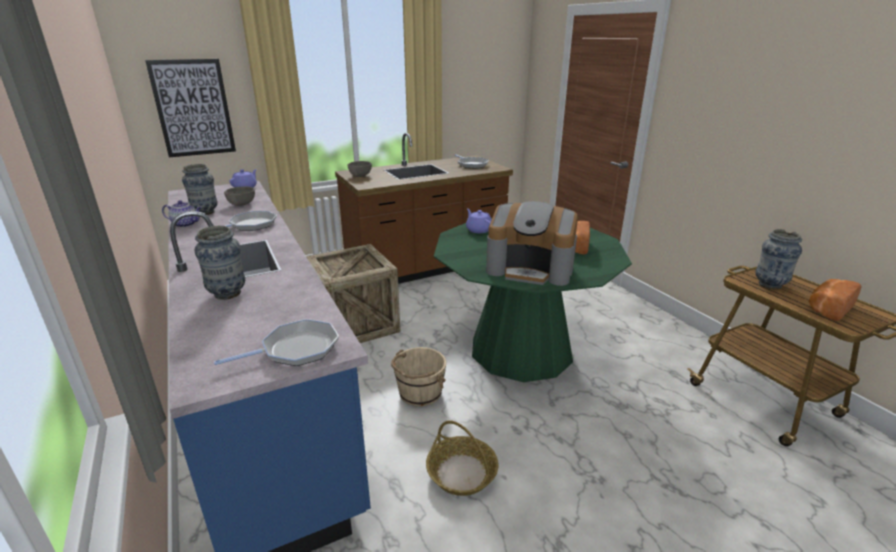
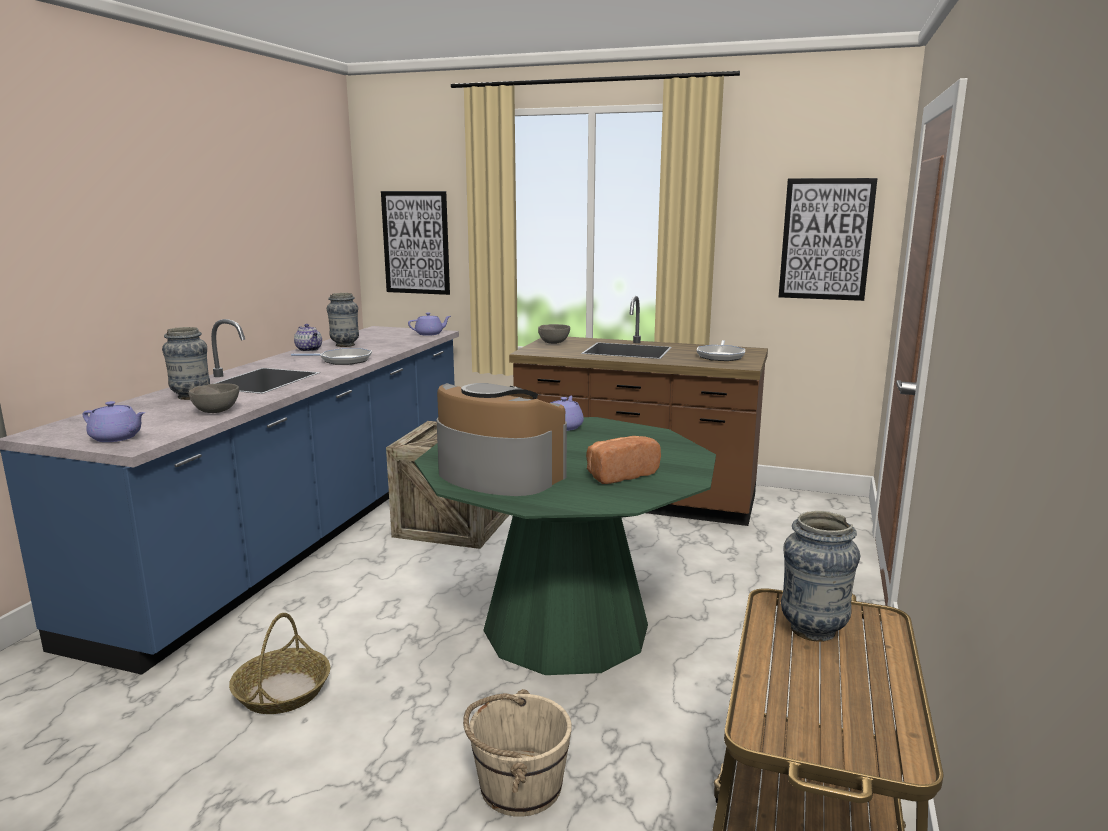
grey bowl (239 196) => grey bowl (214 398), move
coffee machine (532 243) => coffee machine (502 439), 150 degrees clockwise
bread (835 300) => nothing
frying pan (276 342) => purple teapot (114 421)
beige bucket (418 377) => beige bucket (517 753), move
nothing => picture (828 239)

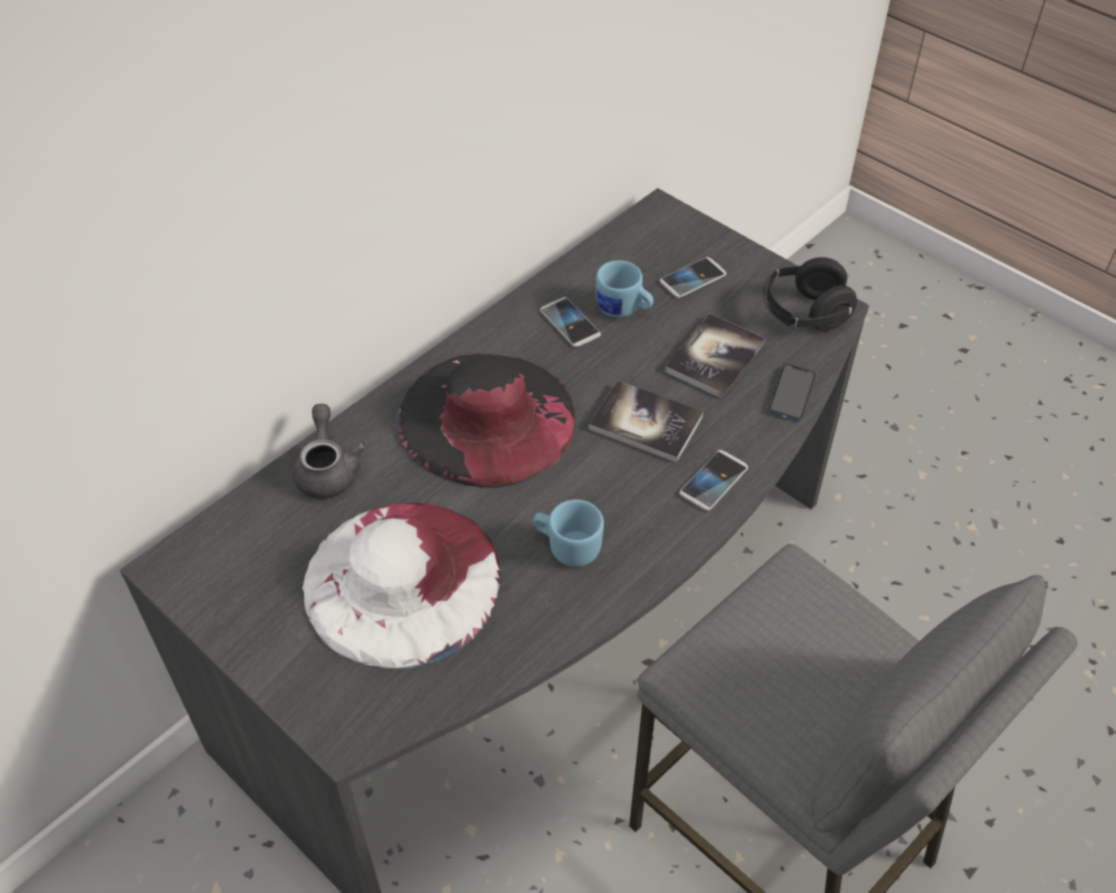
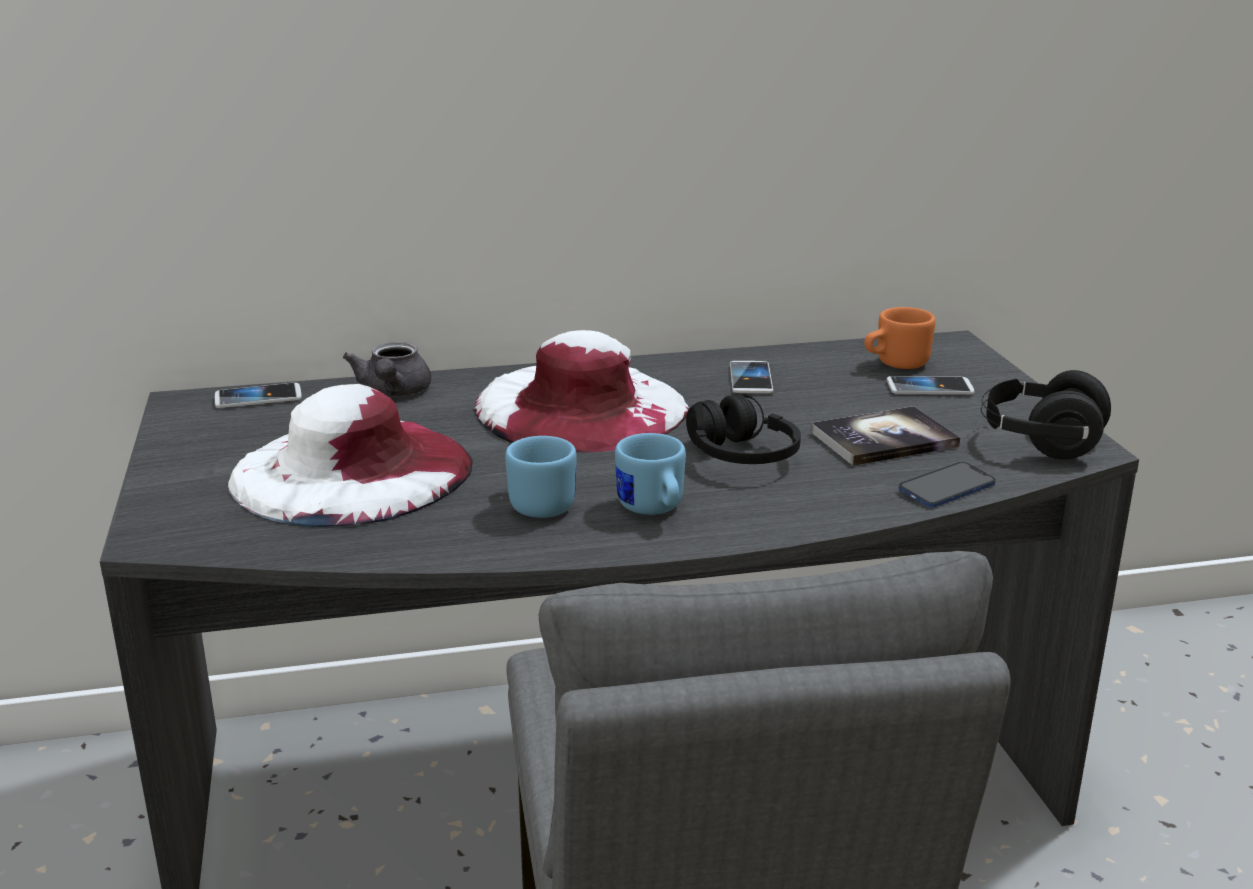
blue mug (624 289) => blue mug (650 474), move
black hat (486 421) => white hat (581 391)
book (646 421) => black headphones (743 429)
grey teapot (330 451) => grey teapot (387 369), 150 degrees clockwise
phone (713 480) => phone (258 395), move
nothing => orange mug (899 338)

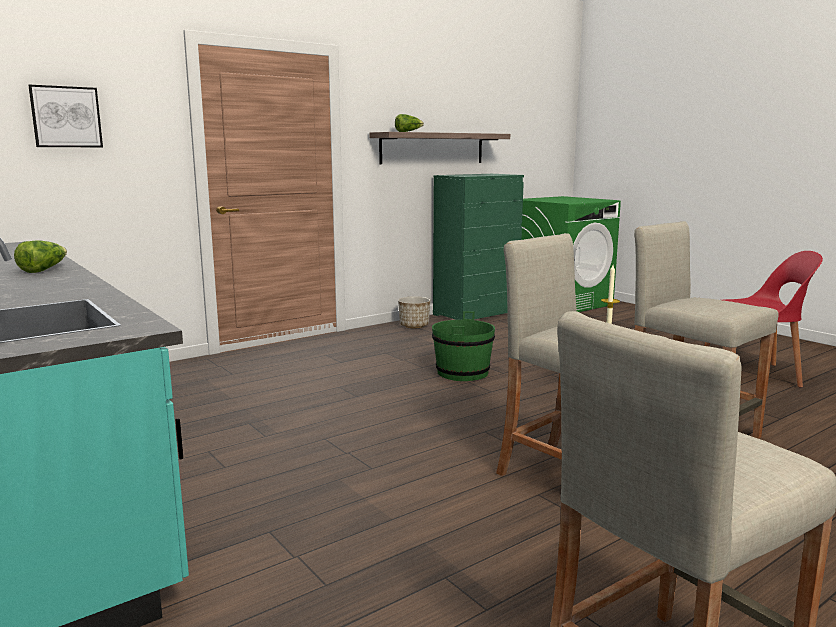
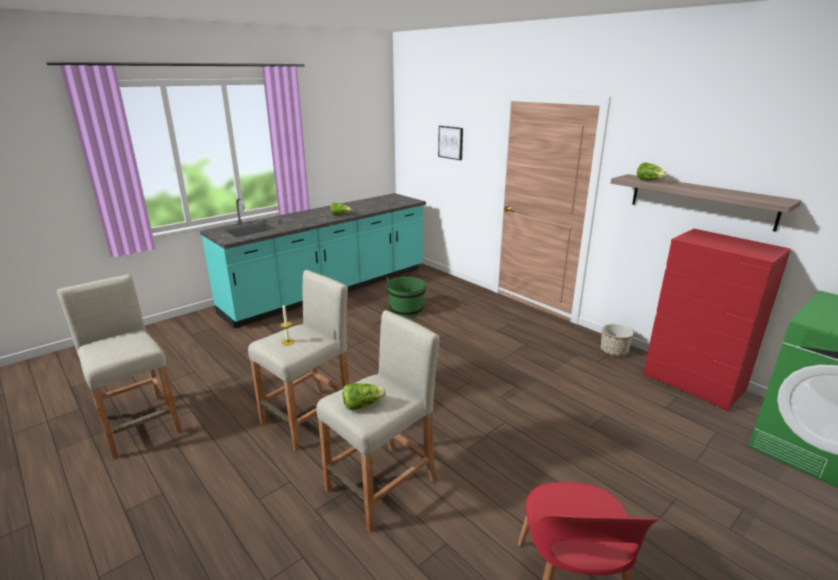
green dresser (478 247) => red dresser (717 320)
green bucket (463 346) => green bucket (406 297), move
nothing => lettuce (365 396)

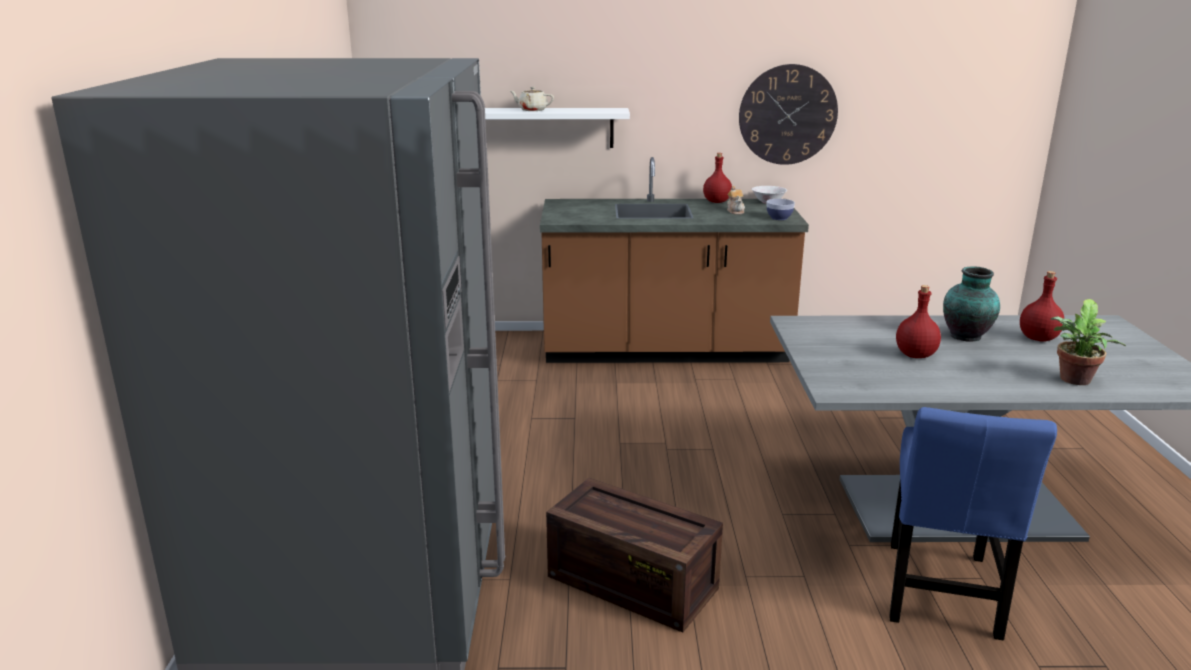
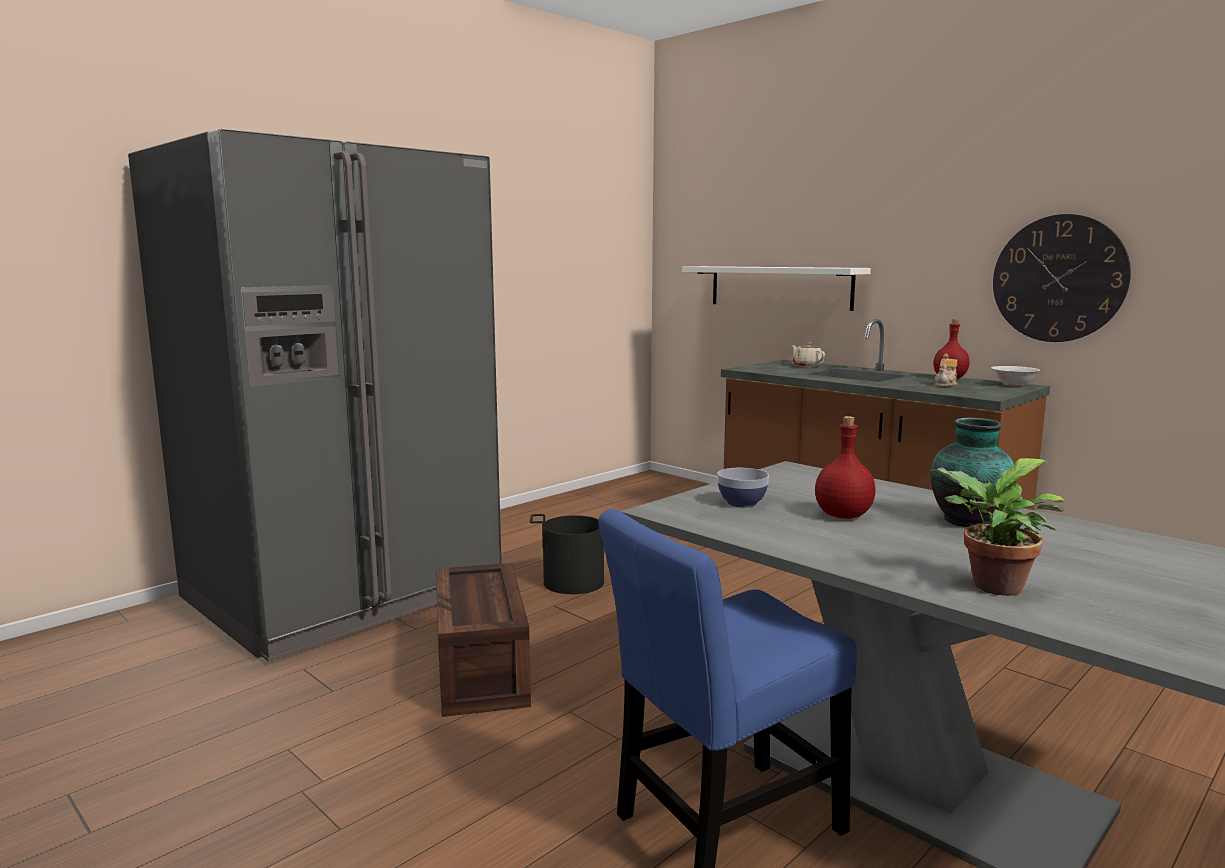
beige teapot (532 99) => beige teapot (808 354), move
bowl (780 209) => bowl (743 487), move
red bottle (1042 306) => nothing
nothing => black bucket (567 554)

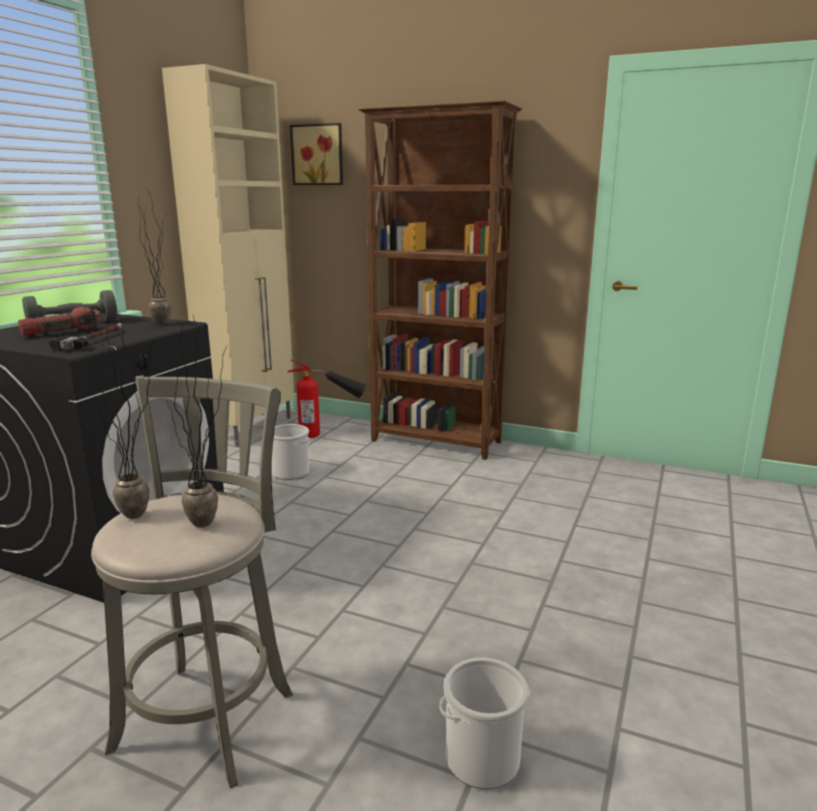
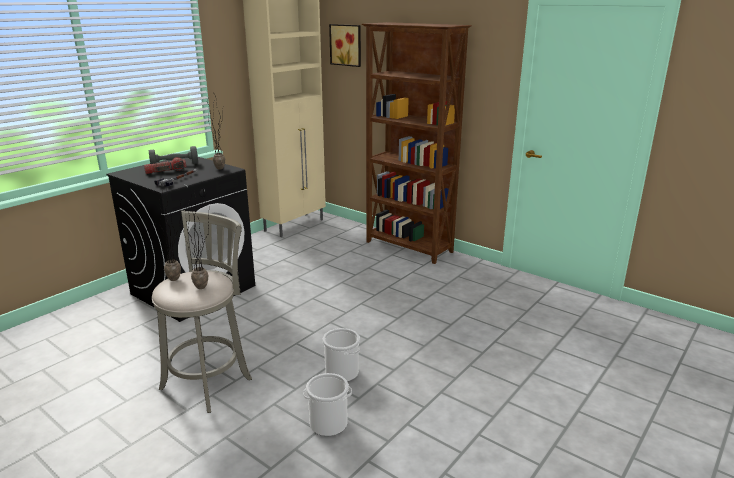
fire extinguisher (327 399) => nothing
bucket (291 452) => bucket (341 355), move

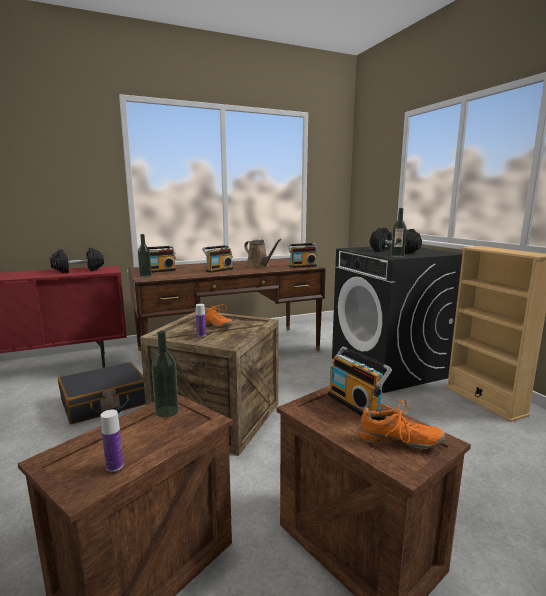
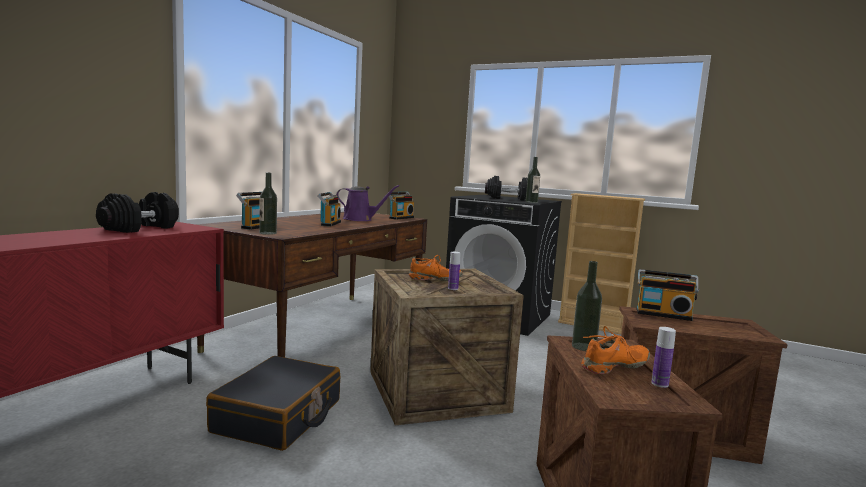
brown watering can (263 254) => purple watering can (367 203)
orange shoe (402 424) => orange shoe (615 350), move

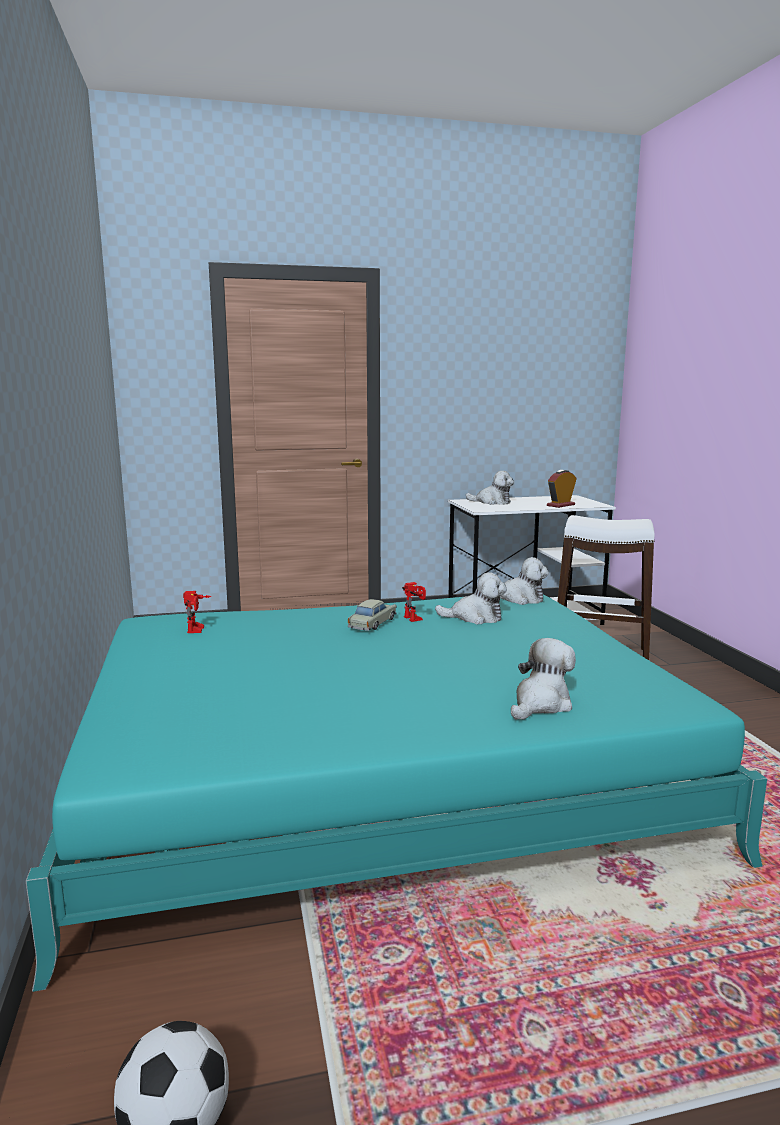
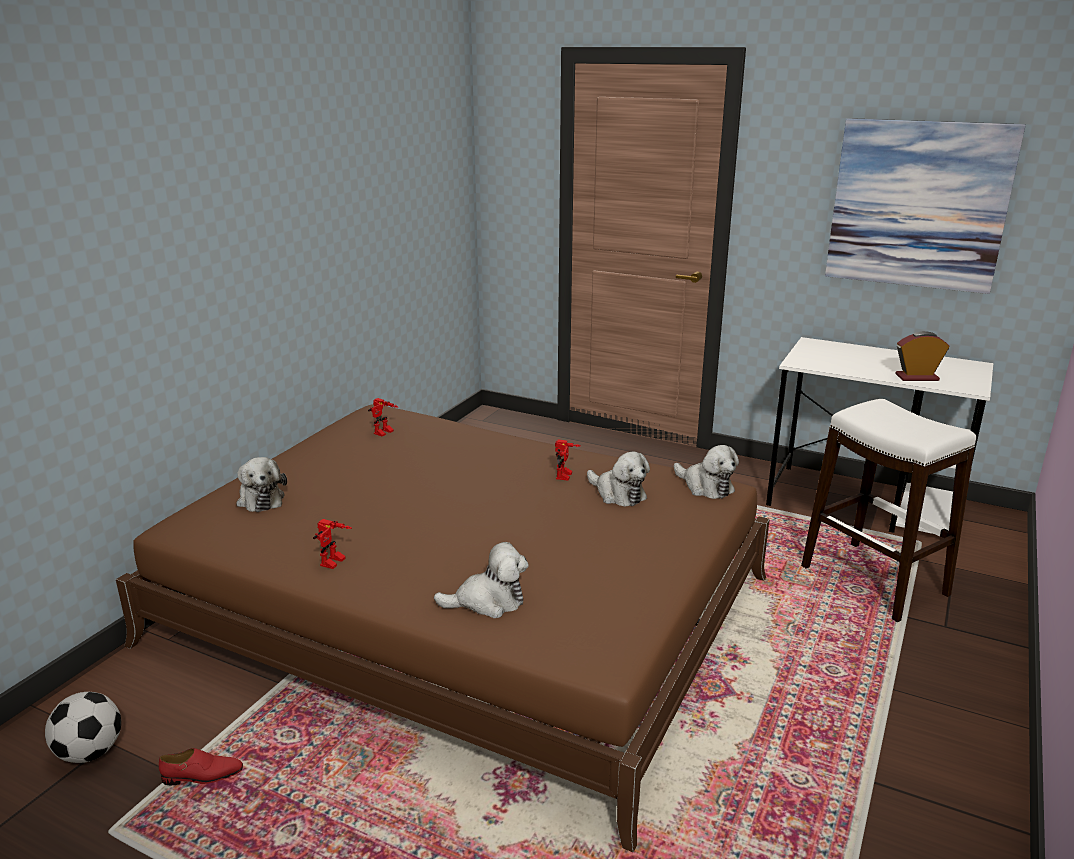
plush toy (490 488) => plush toy (261 484), move
turquoise bed (396 793) => brown bed (443 628)
beige toy car (372 615) => nothing
nothing => picture (925 206)
nothing => toy robot (332 544)
nothing => red shoe (201 766)

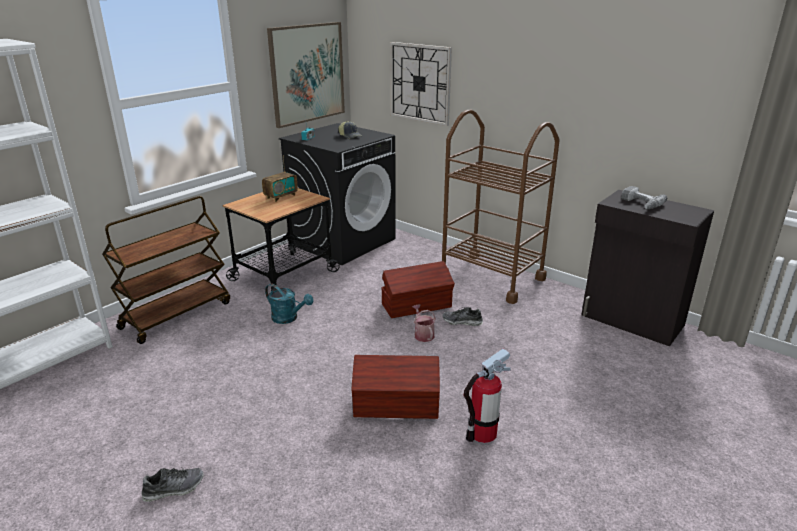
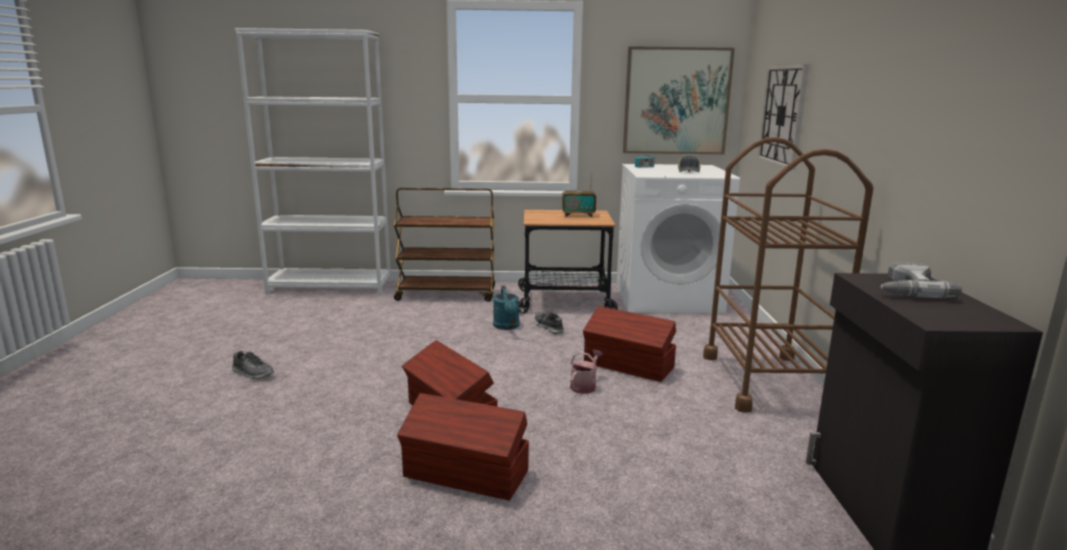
black washing machine (337 194) => white washing machine (678 239)
shoe (462 316) => shoe (549 323), move
fire extinguisher (487 395) => brown storage box (463 446)

